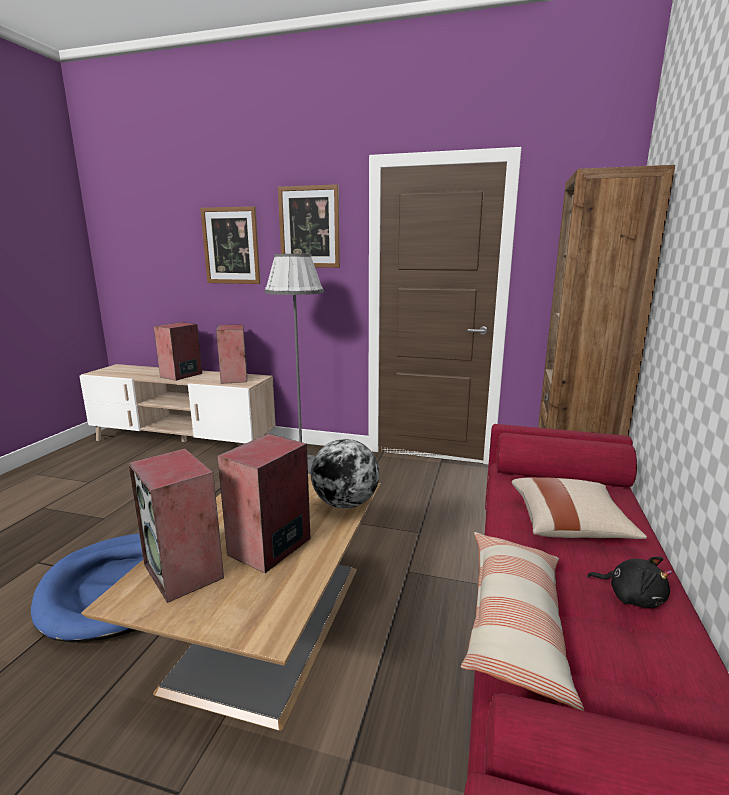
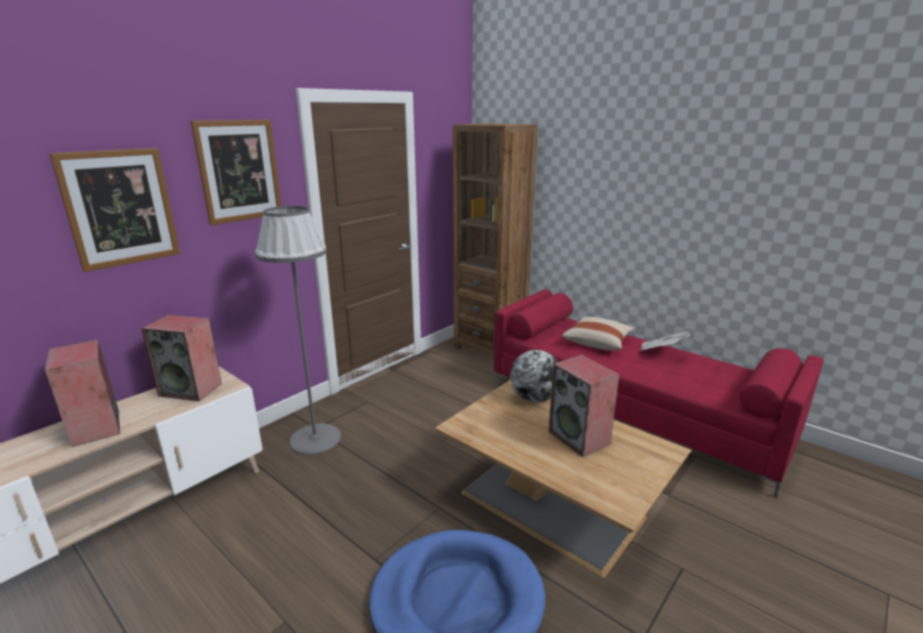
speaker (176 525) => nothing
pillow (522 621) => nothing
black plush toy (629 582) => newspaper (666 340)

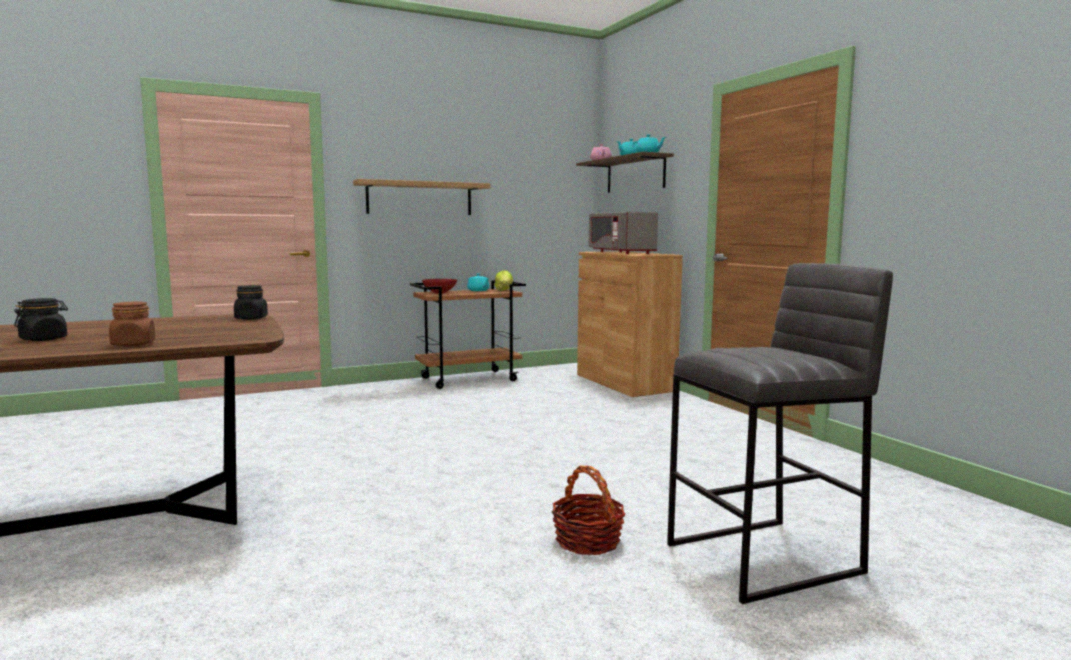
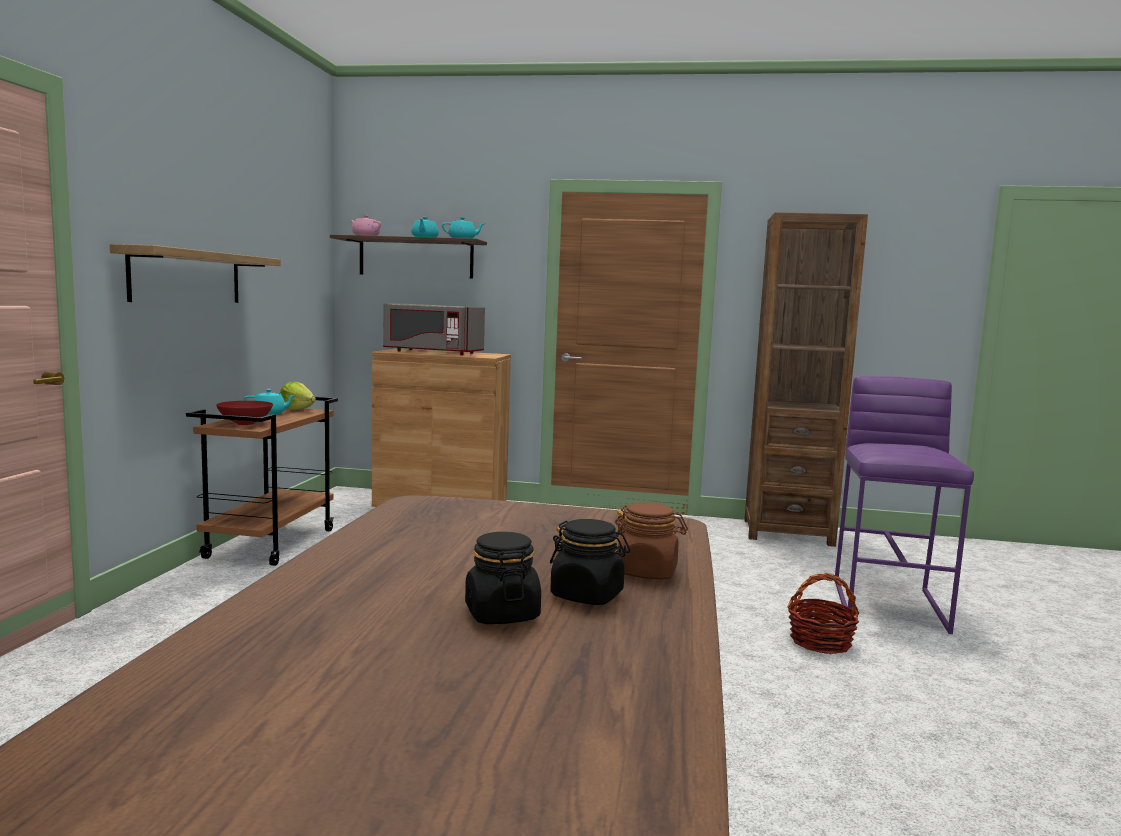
grey stool (780 433) => purple stool (904 505)
black jar (251 302) => black jar (590 562), move
nothing => brown bookcase (806 379)

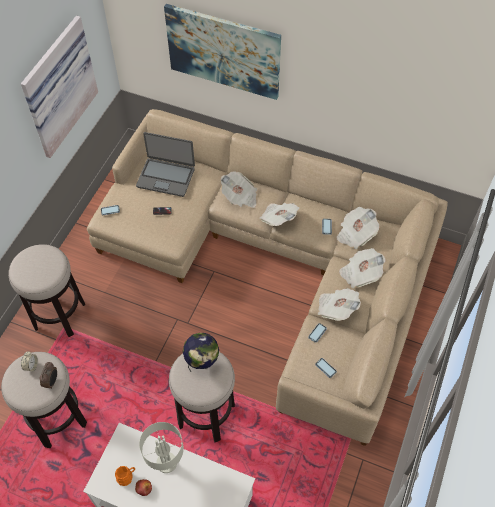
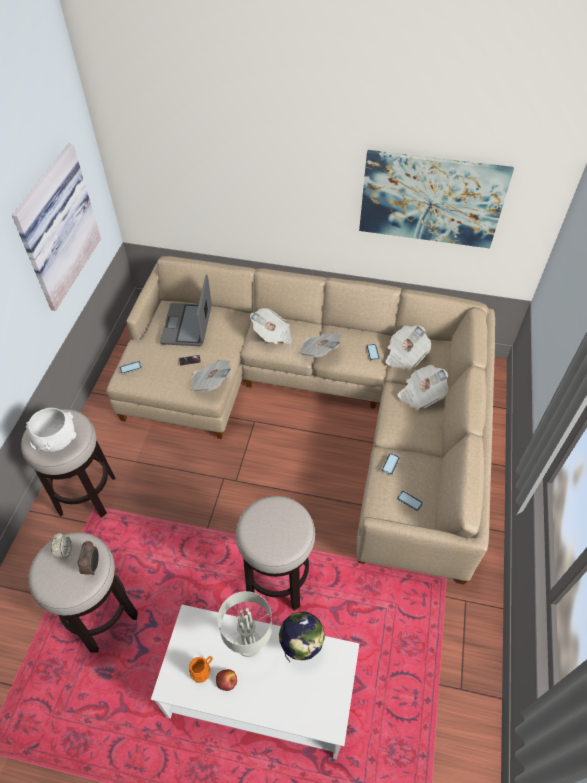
picture (222 52) => picture (436 199), move
laptop (165 164) => laptop (186 310), 90 degrees clockwise
newspaper (339 304) => newspaper (211 376), move
globe (201 352) => globe (302 636), move
nothing => white bowl (51 430)

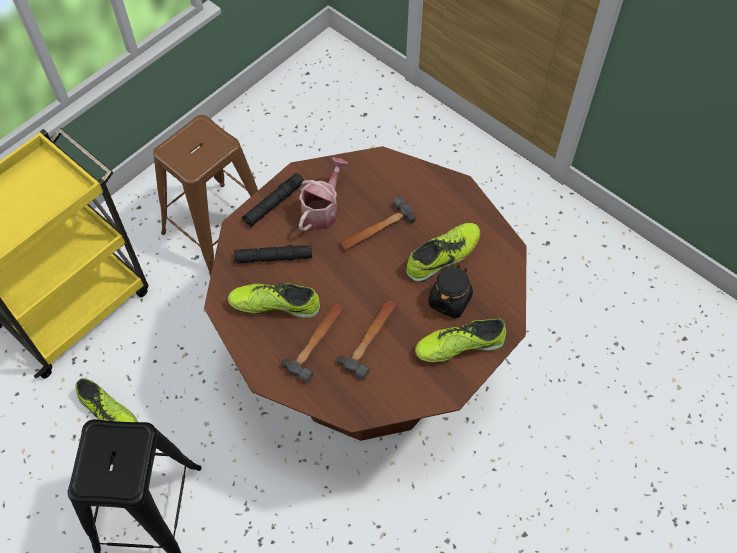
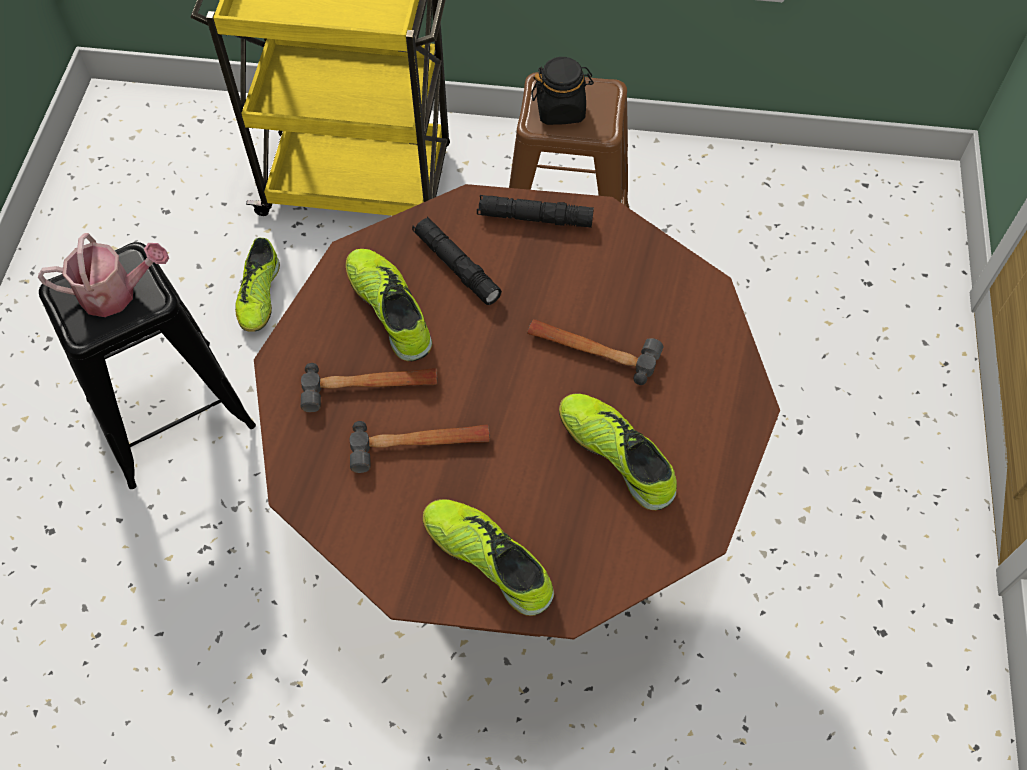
watering can (323 194) => watering can (103 275), move
shoe (443 252) => shoe (618 451), 150 degrees counterclockwise
black jar (450 292) => black jar (562 91), move

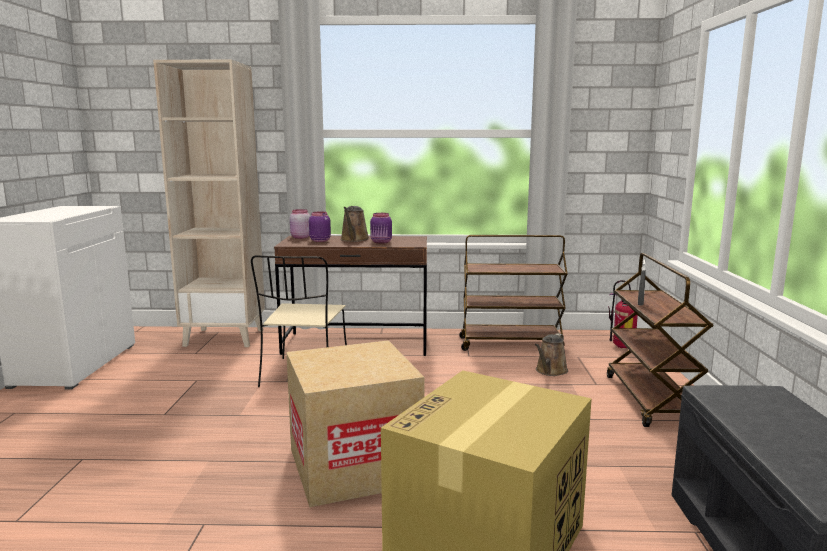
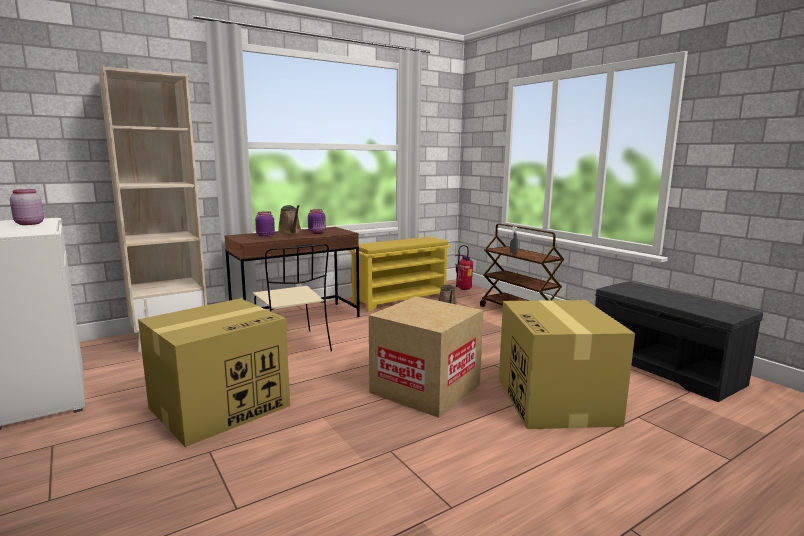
pink jar (300 224) => pink jar (27 207), move
brown cart (513 293) => yellow shoe rack (399 274)
nothing => cardboard box (214 372)

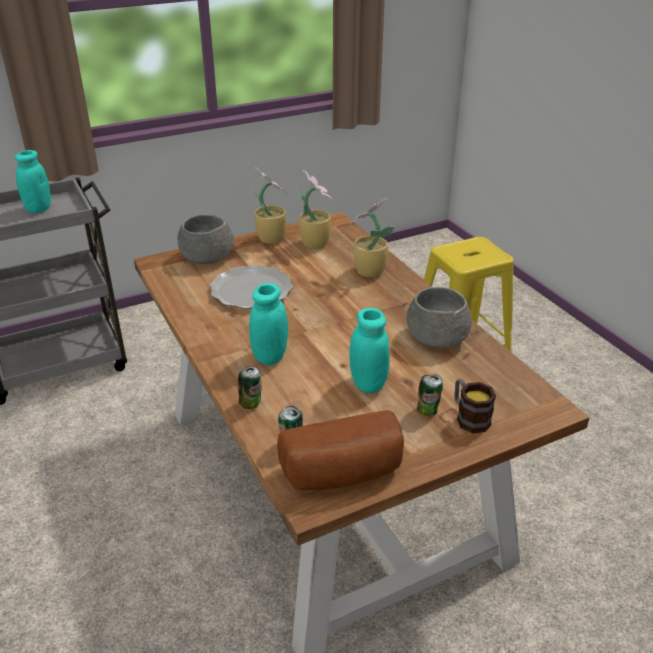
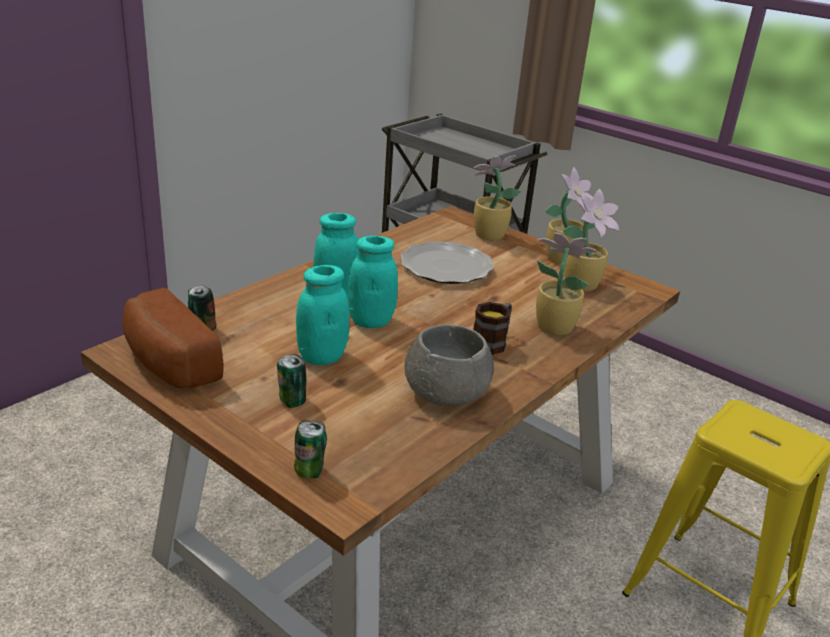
turquoise jar (33 181) => turquoise jar (373 282), move
grey bowl (205 239) => potted plant (498 197)
can (250 387) => can (310 449), move
mug (475 406) => mug (492 328), move

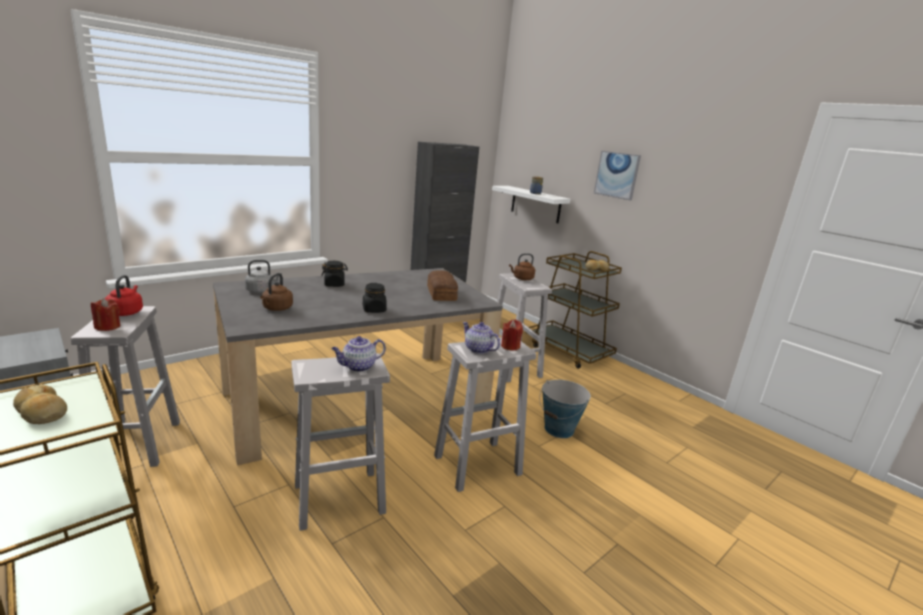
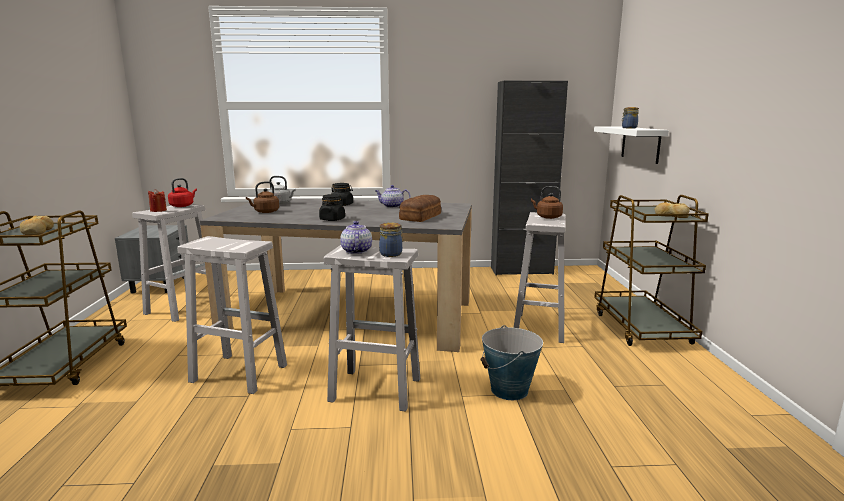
picture (617 176) => nothing
red candle (512 335) => jar (391 239)
teapot (358 354) => teapot (392 196), move

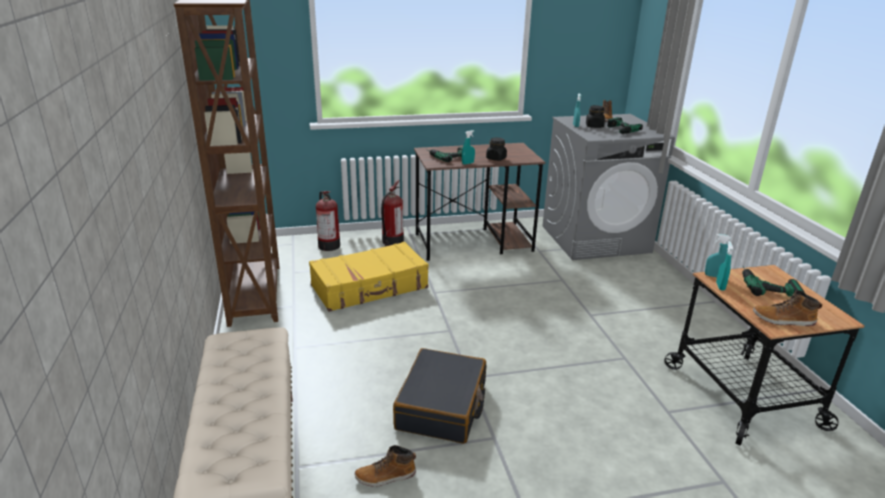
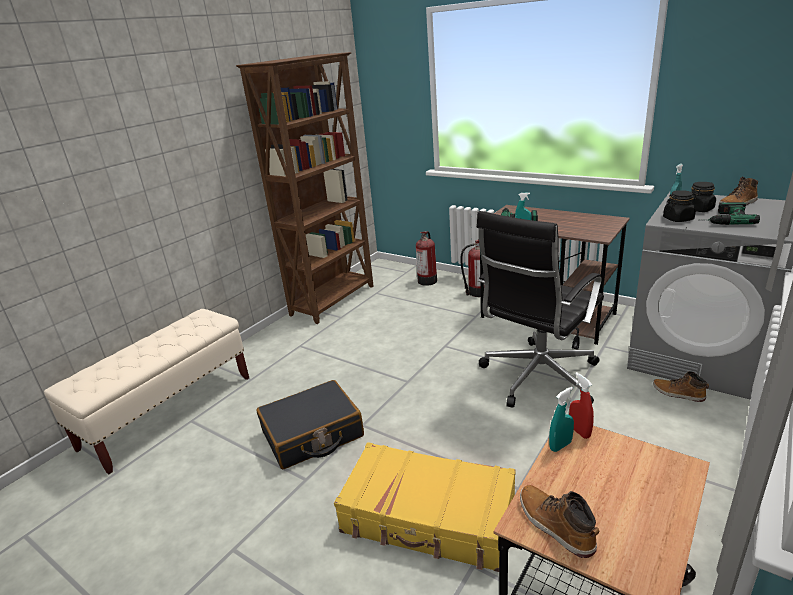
black jar (496 149) => black jar (680 206), move
turquoise spray bottle (718 255) => red spray bottle (581 405)
yellow suitcase (369 277) => yellow suitcase (425 507), move
power drill (773 282) => nothing
boot (385 466) => boot (681 386), move
nothing => black office chair (540 309)

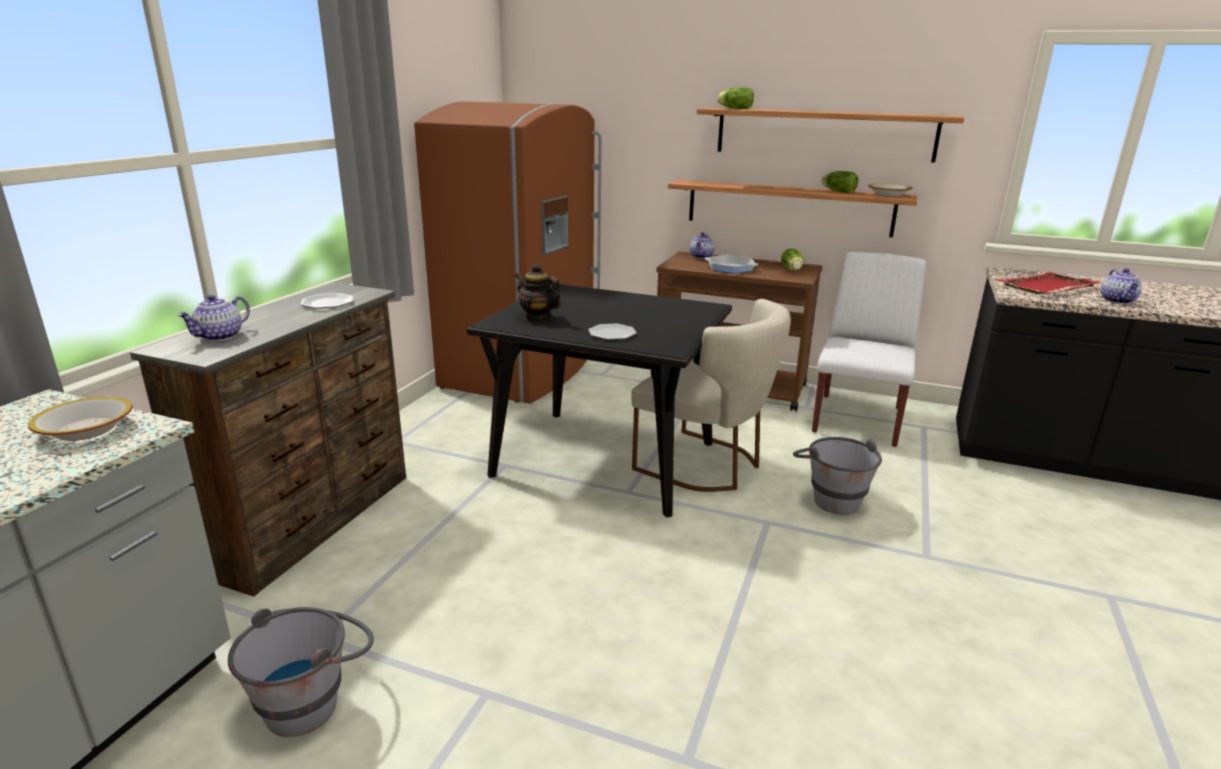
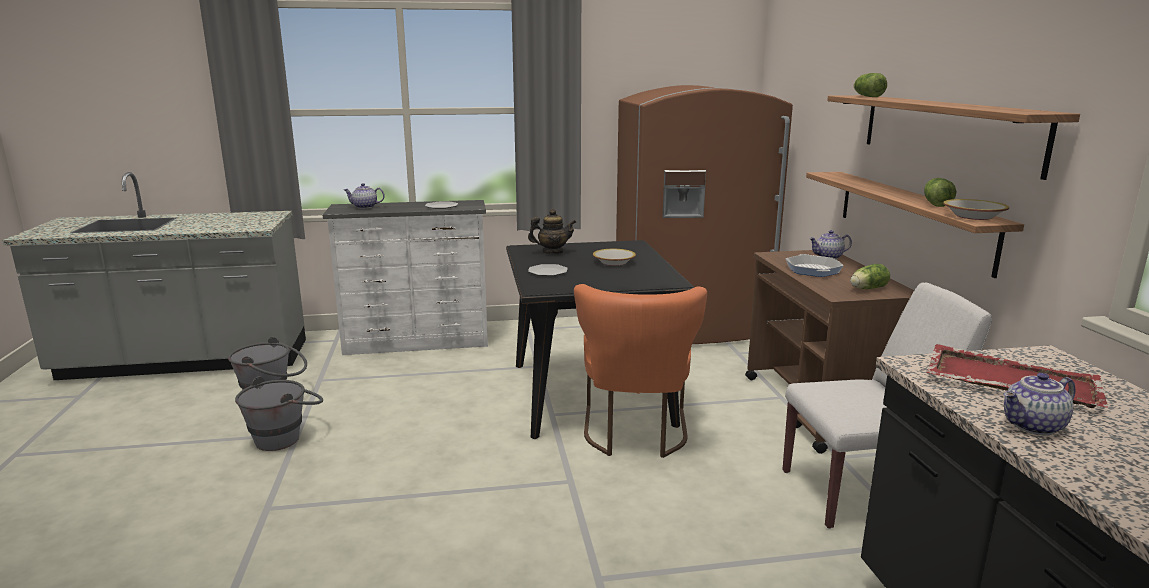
teapot (538 293) => teapot (552 231), 75 degrees clockwise
brown dresser (268 440) => white dresser (405 277)
beige chair (711 395) => orange chair (640 371)
bowl (80 418) => bowl (614 257), move
grey bucket (837 476) => grey bucket (279 414), move

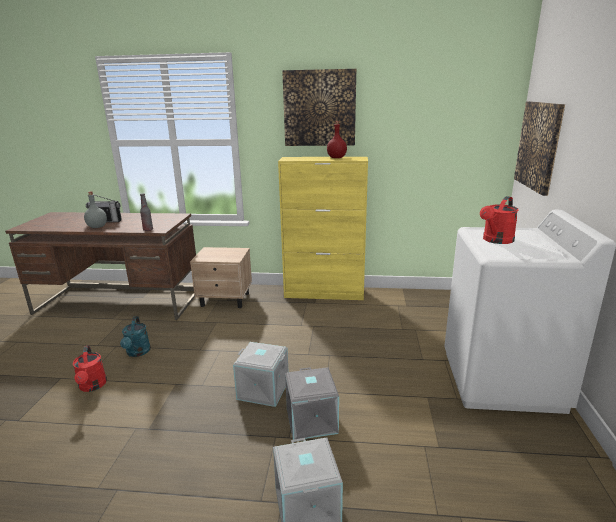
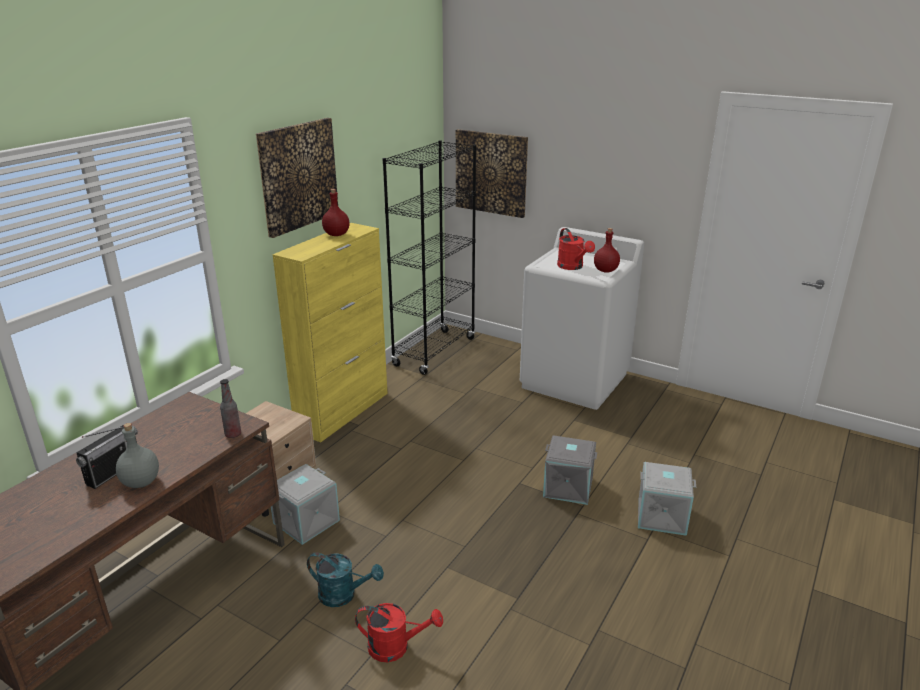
grey storage box (260 374) => grey storage box (305 504), move
nothing => black bookcase (429 257)
nothing => red bottle (607 250)

